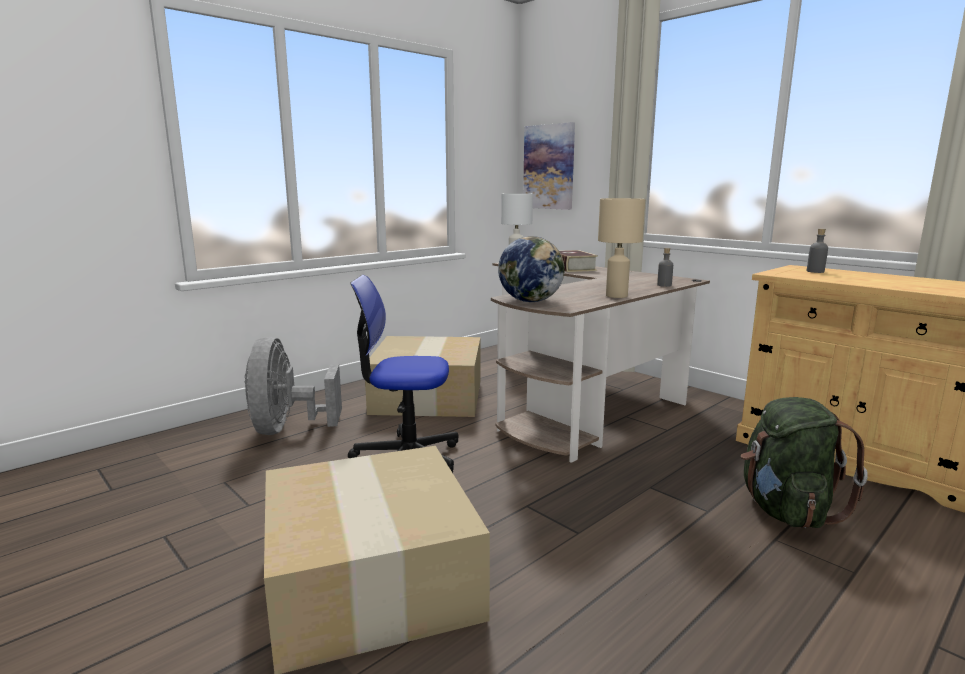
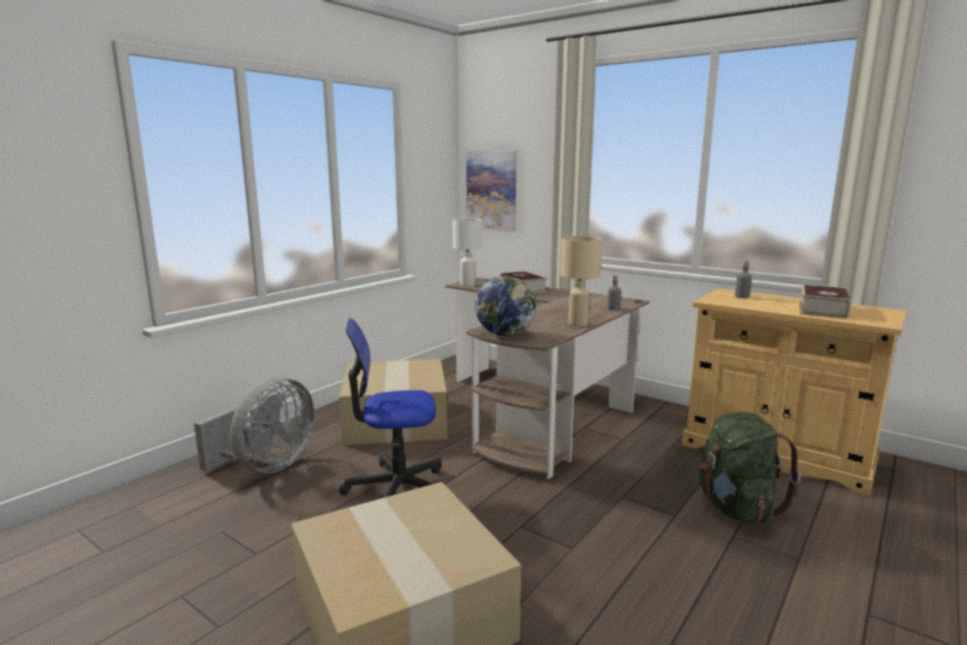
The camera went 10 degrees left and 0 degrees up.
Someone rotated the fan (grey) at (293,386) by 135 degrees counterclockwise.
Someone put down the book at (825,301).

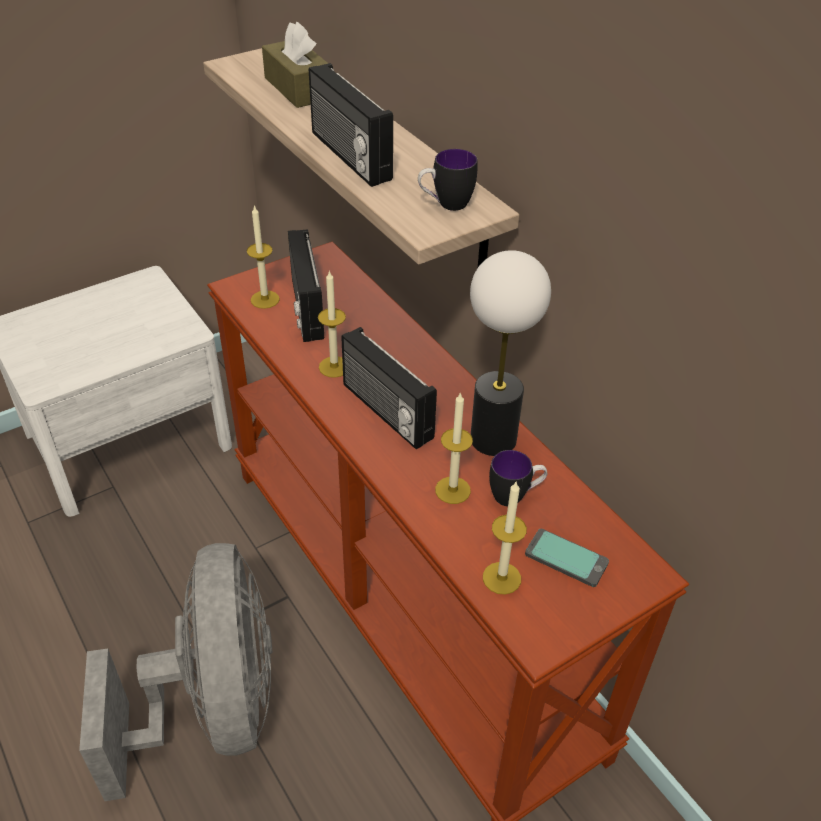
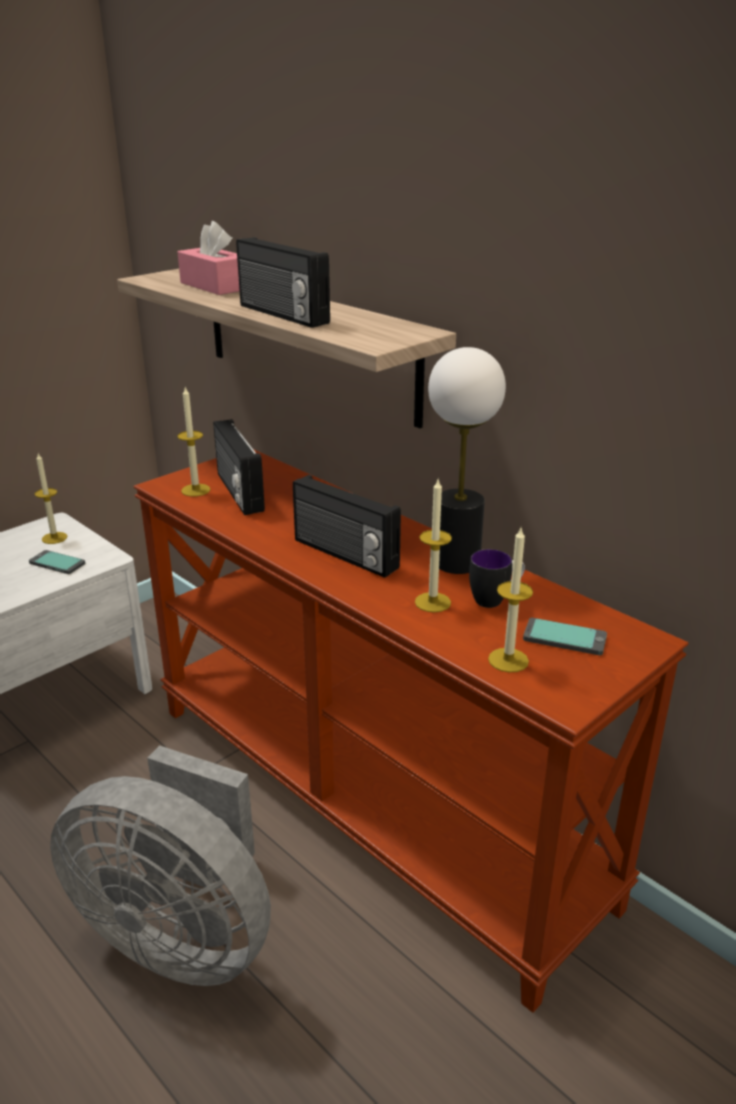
The camera went 10 degrees left and 15 degrees down.
Someone put down the phone at (57,562).
Someone carried the candle from (332,324) to (51,498).
Someone rotated the fan (grey) at (175,672) by 135 degrees clockwise.
Someone repainted the tissue box (brown) at (295,64), which became the tissue box (pink) at (209,258).
Someone took away the mug at (448,180).

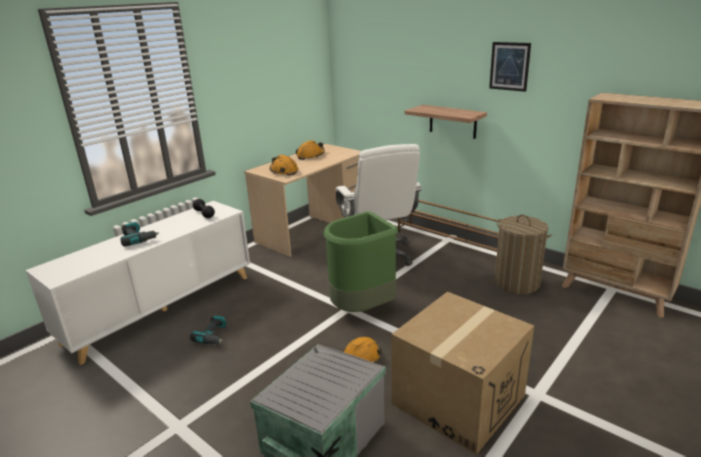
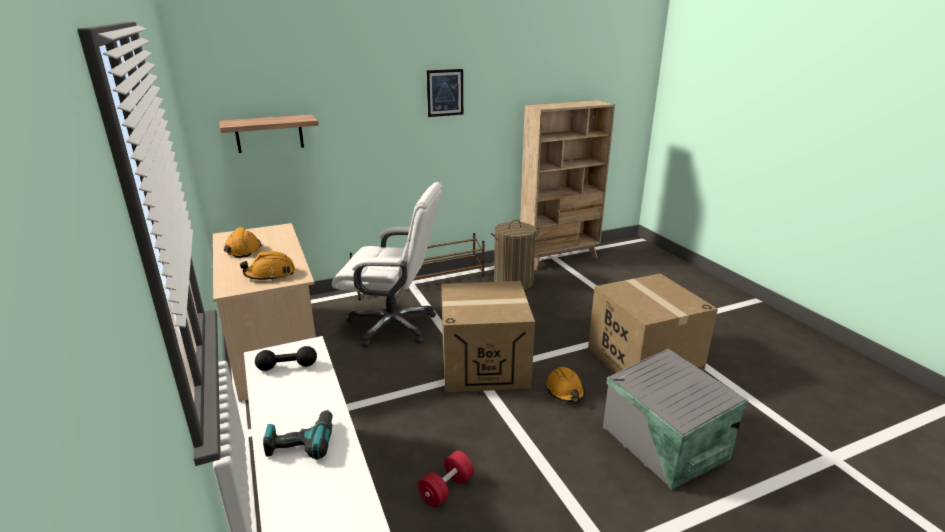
The camera went 65 degrees left and 0 degrees up.
Someone carried the shelf from (446,122) to (269,133).
Someone swapped the power drill at (208,330) for the dumbbell (red) at (446,479).
Someone swapped the trash can (green) at (360,262) for the cardboard box at (488,337).

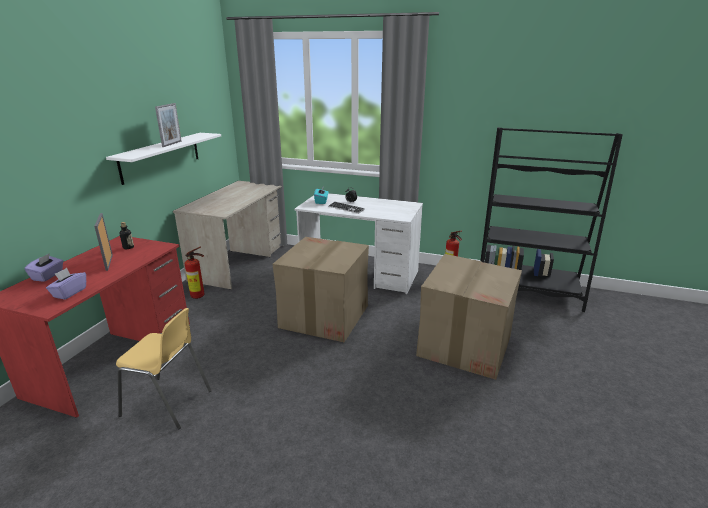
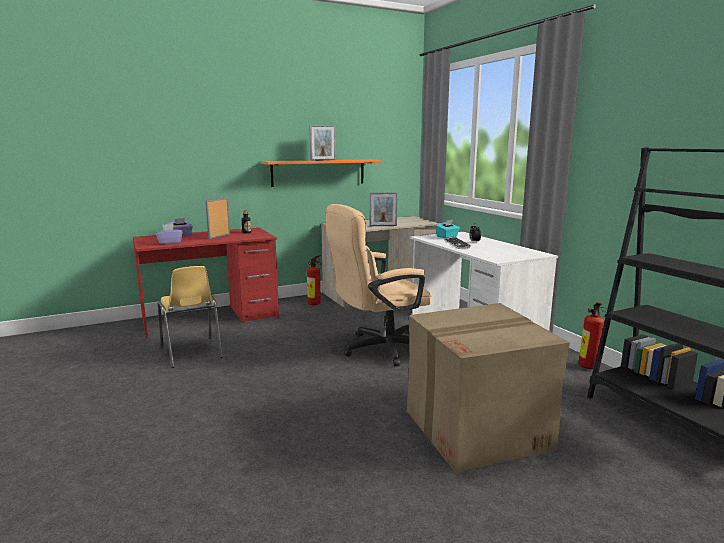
The camera went 45 degrees right and 10 degrees down.
Someone repainted the shelf (white) at (163,159), which became the shelf (orange) at (321,173).
Someone swapped the cardboard box at (320,289) for the office chair (beige) at (378,285).
Someone put down the picture frame at (384,209).

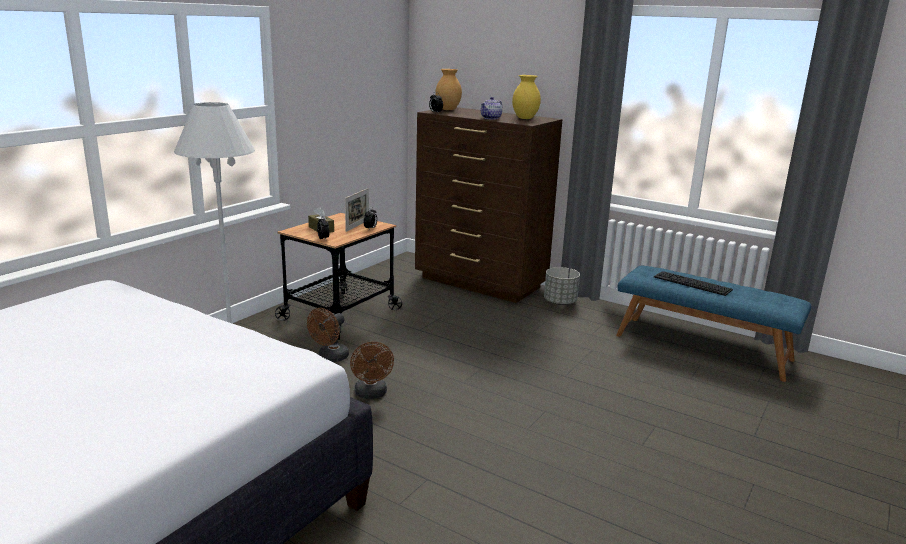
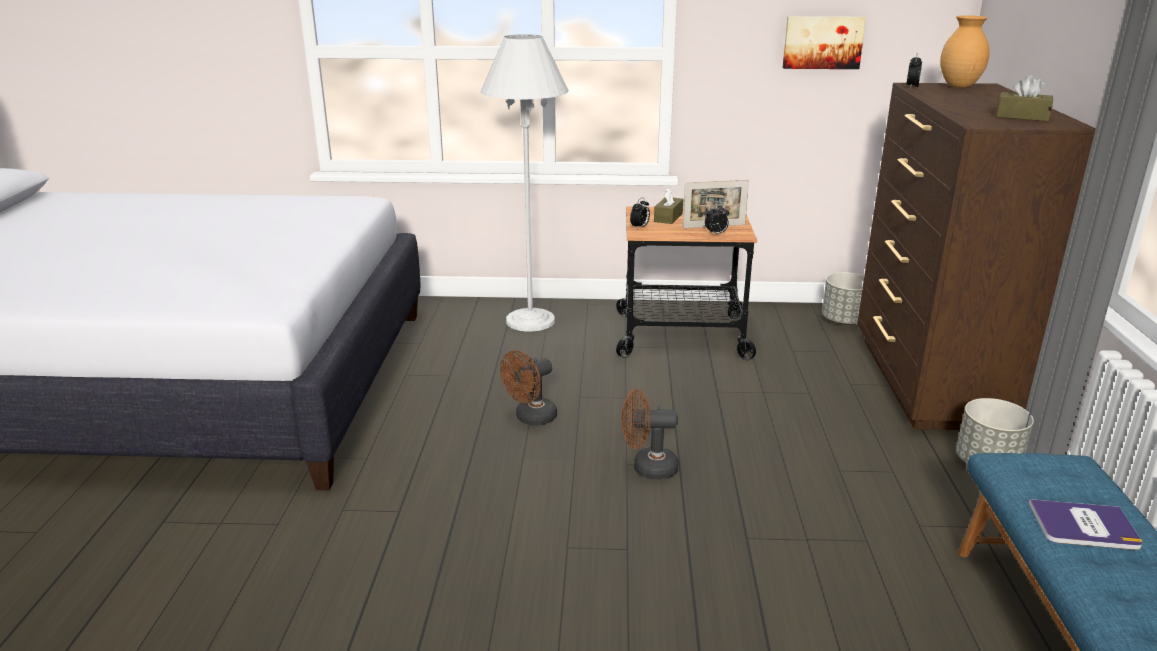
The camera went 60 degrees right and 5 degrees up.
Someone carried the fan (brown) from (328,335) to (649,434).
Someone put up the picture at (824,42).
Someone put down the planter (grey) at (843,298).
Someone swapped the vase (yellow) at (526,97) for the tissue box (brown) at (1024,98).
Someone swapped the keyboard at (693,283) for the book at (1086,524).
Someone took away the teapot at (491,108).

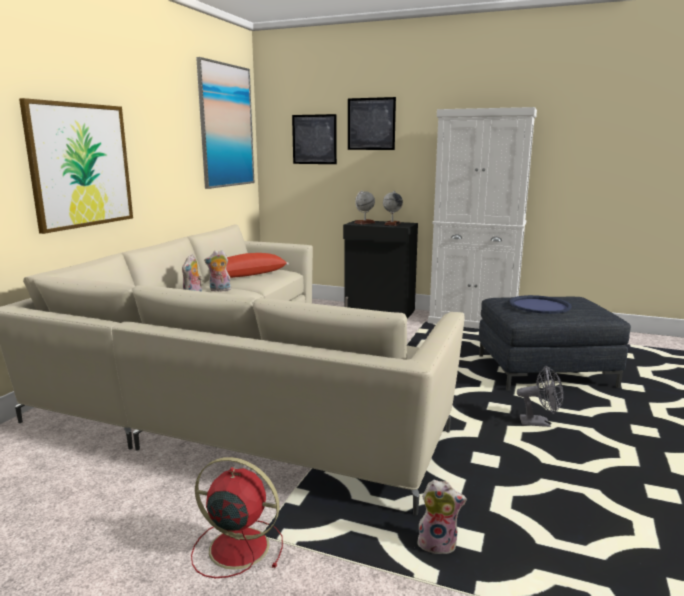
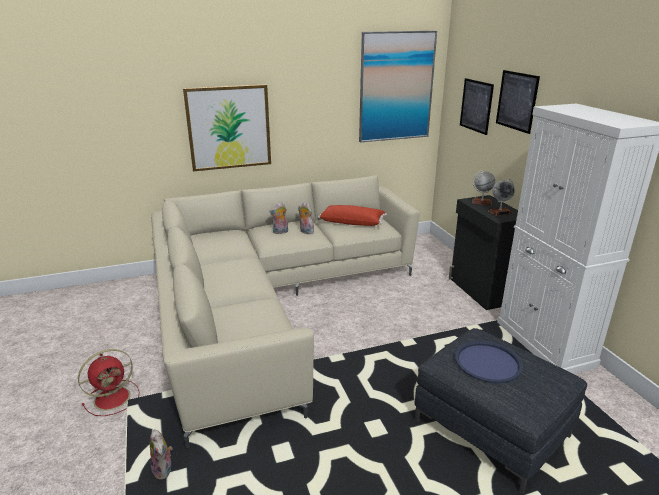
The camera went 50 degrees right and 10 degrees up.
Someone rotated the fan (red) at (237,517) by 75 degrees clockwise.
Someone took away the fan (grey) at (540,396).

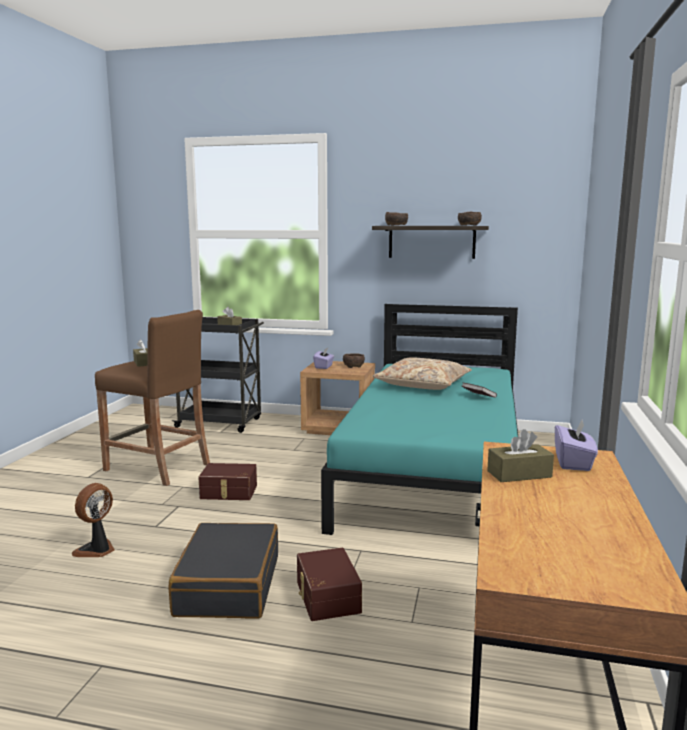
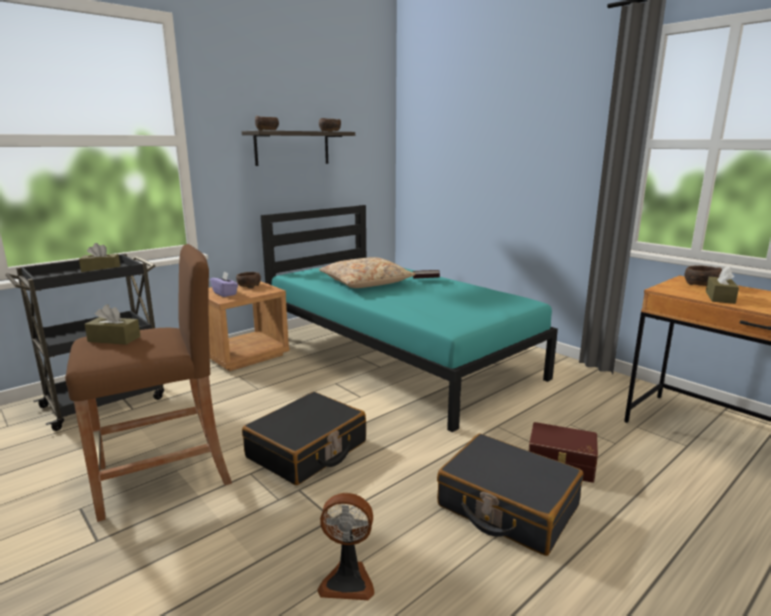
The camera went 55 degrees left and 5 degrees up.
Someone swapped the storage box (brown) at (227,481) for the suitcase (black) at (304,438).
Someone rotated the fan at (93,520) by 60 degrees counterclockwise.
Someone swapped the tissue box (purple) at (576,444) for the bowl (brown) at (703,276).

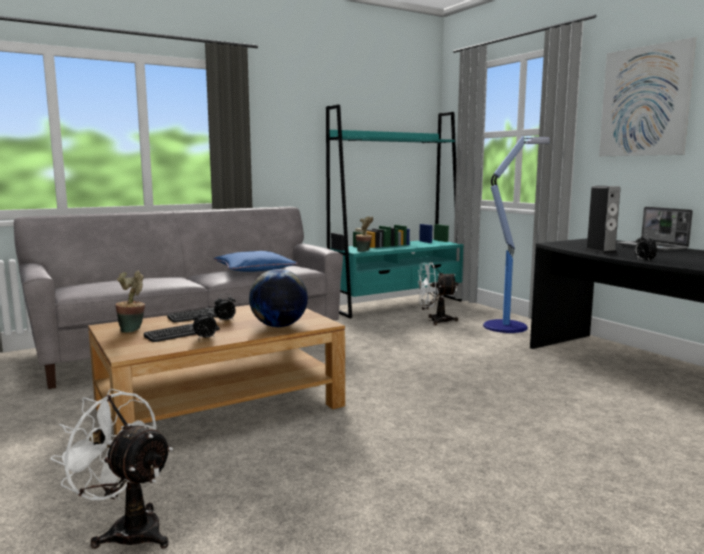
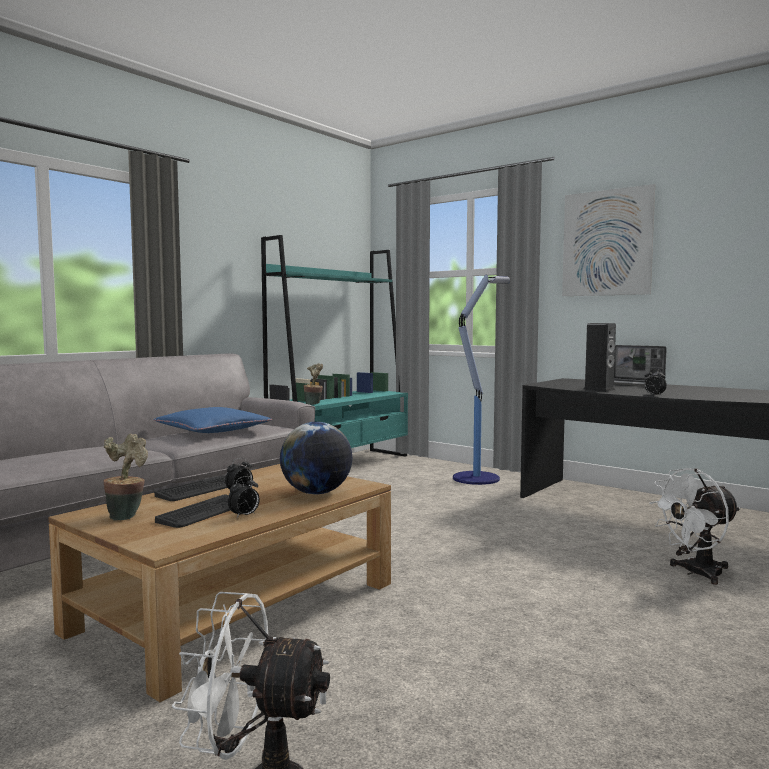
The camera went 20 degrees left and 5 degrees down.
Someone carried the fan (white) from (438,293) to (695,526).

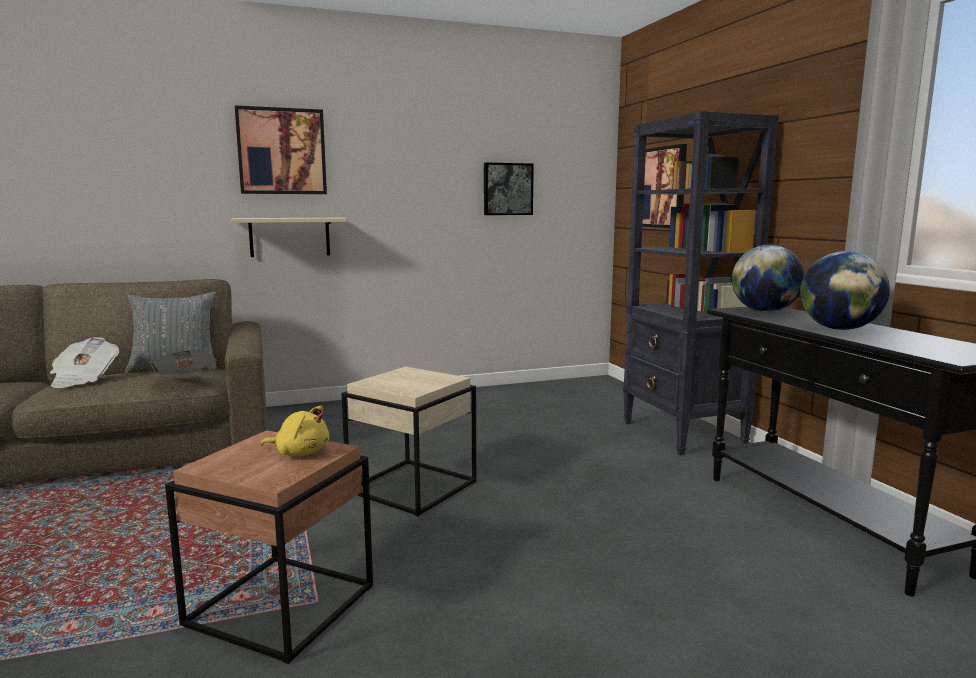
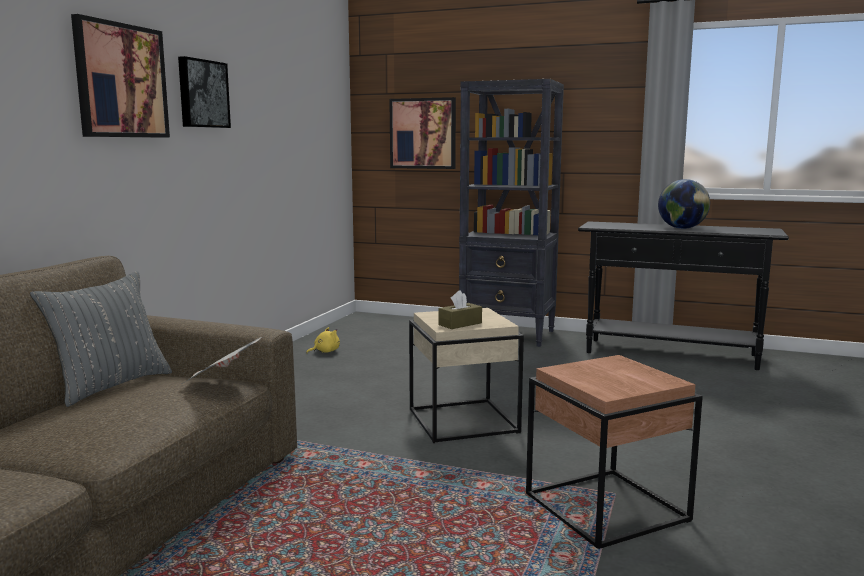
The camera went 50 degrees left and 0 degrees up.
Someone carried the picture from (509,188) to (204,92).
Someone carried the plush toy (yellow) from (295,431) to (323,340).
Someone put down the tissue box (brown) at (460,309).
Someone took away the newspaper at (84,362).
Someone took away the shelf (beige) at (289,237).
Someone took away the globe at (768,278).

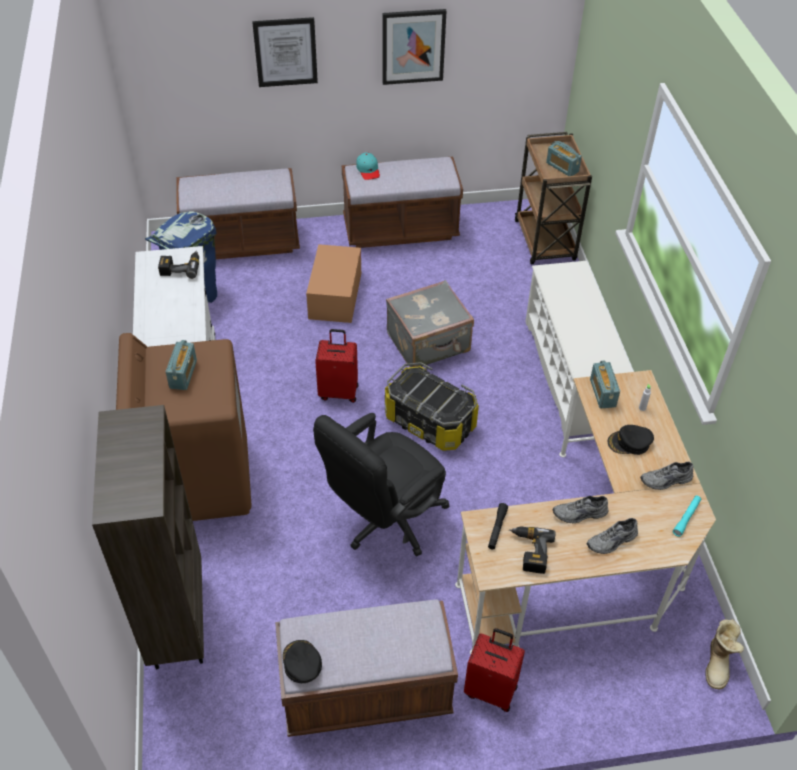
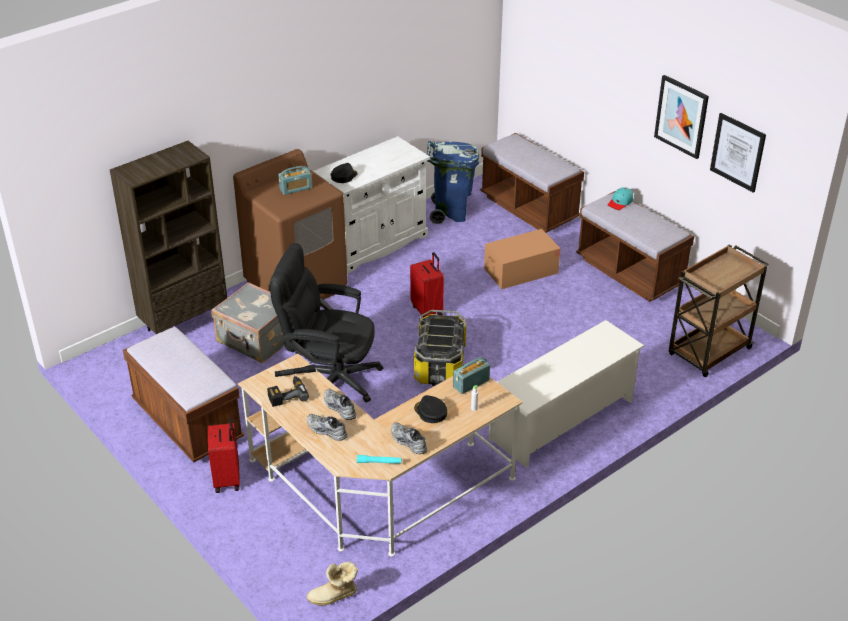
The camera went 60 degrees right and 10 degrees down.
Someone carried the suitcase (grey) from (430,323) to (248,322).
Someone carried the cap (black) from (302,661) to (344,173).
Someone carried the picture from (285,52) to (738,153).
Someone took away the power drill at (178,265).
Someone took away the radio at (564,158).

